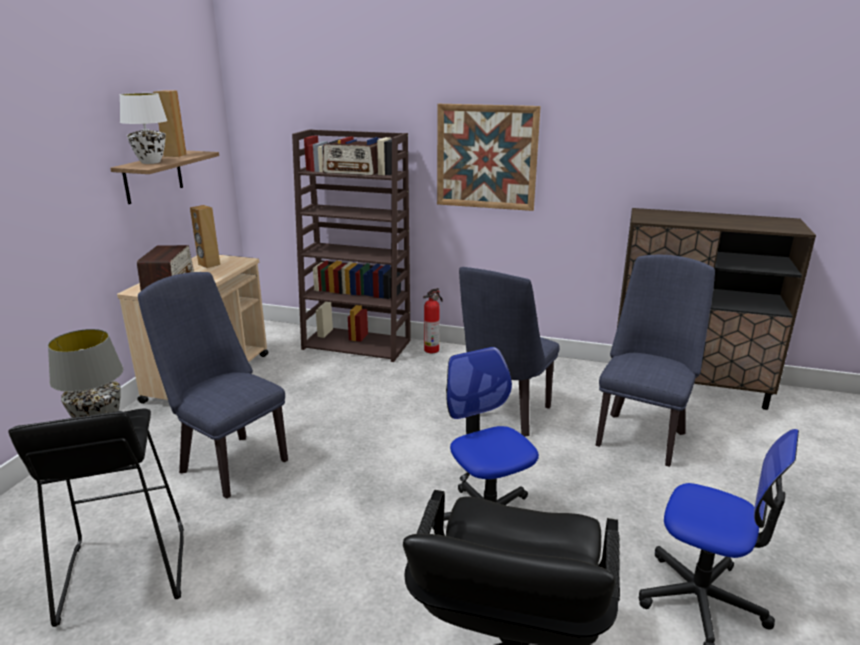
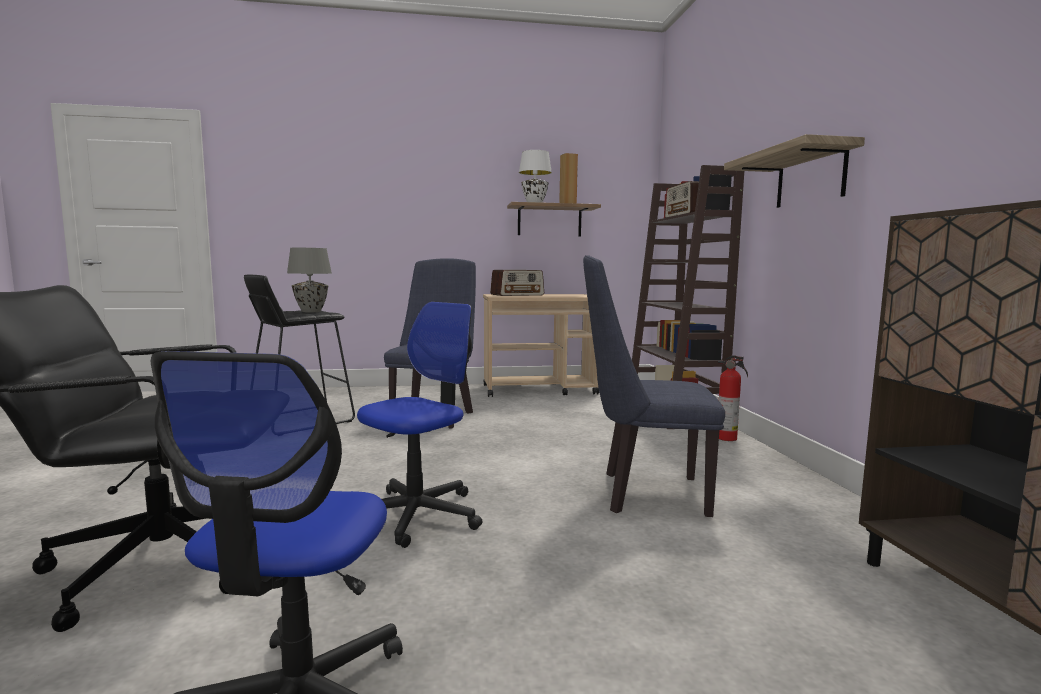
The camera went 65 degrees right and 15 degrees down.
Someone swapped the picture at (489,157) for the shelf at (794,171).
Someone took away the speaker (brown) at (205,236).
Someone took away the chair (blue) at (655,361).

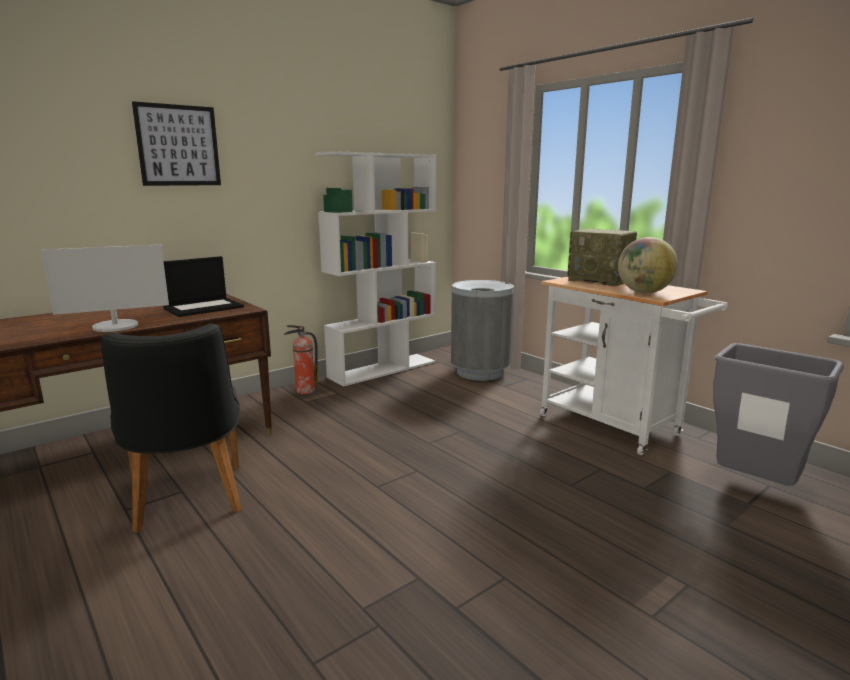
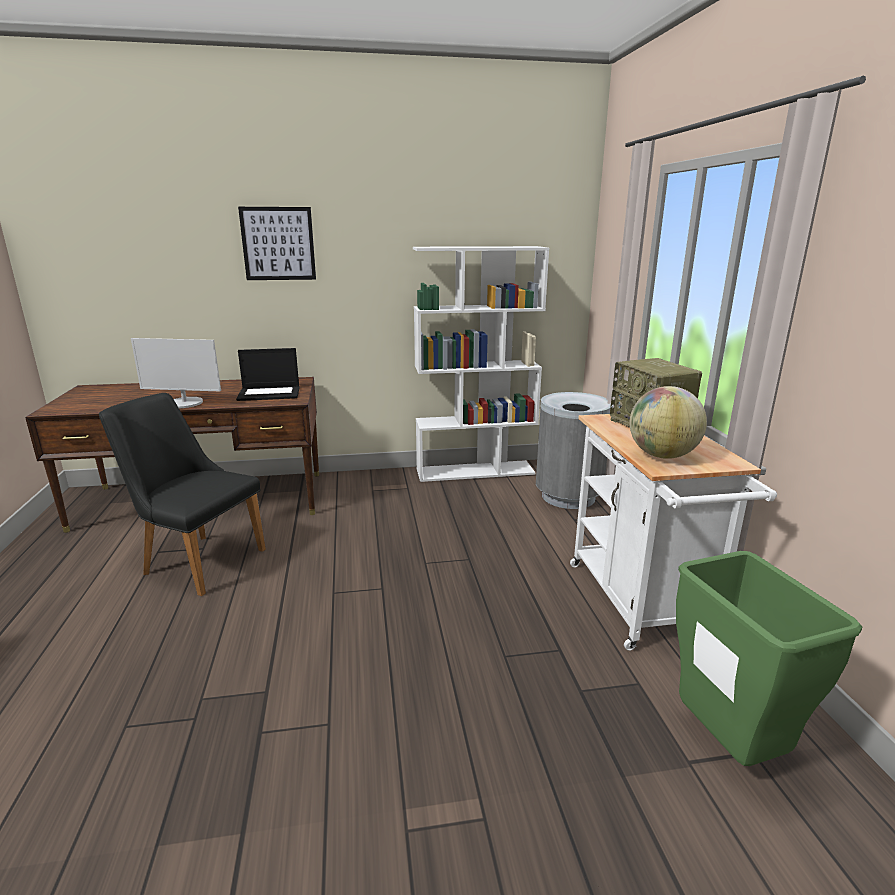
The camera went 30 degrees right and 5 degrees up.
Someone rotated the chair (black) at (171,428) by 105 degrees clockwise.
Someone repainted the trash can (grey) at (778,414), which became the trash can (green) at (769,658).
Someone took away the fire extinguisher at (301,359).

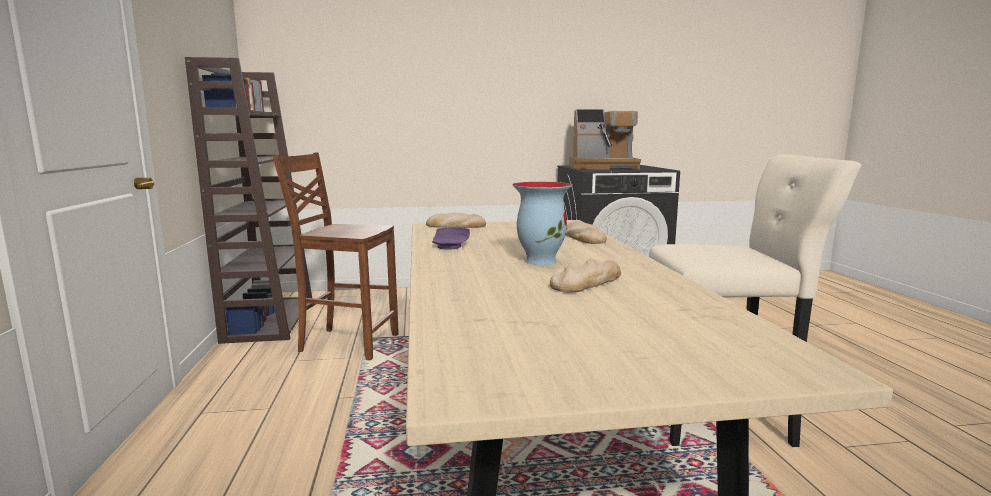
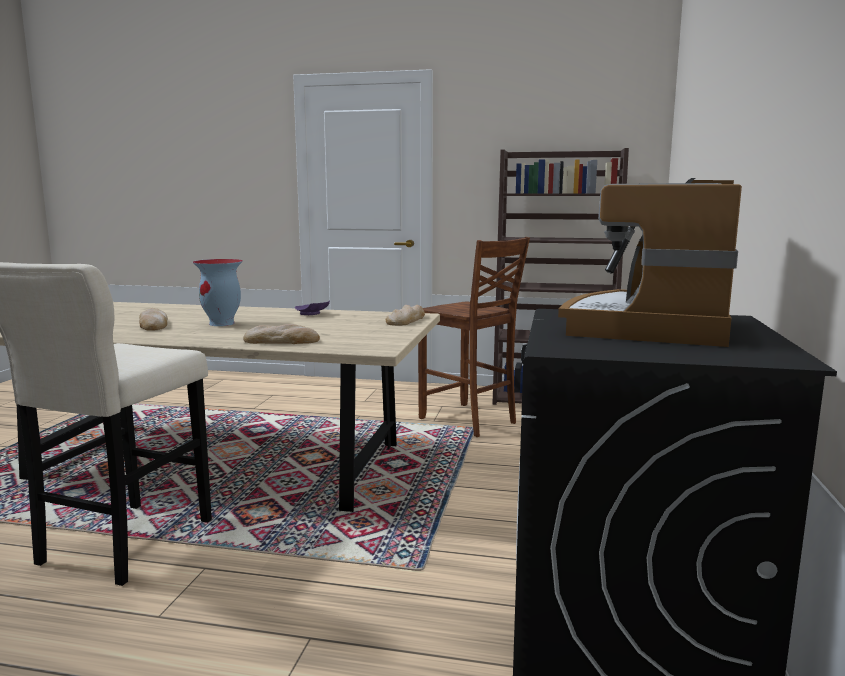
The camera went 110 degrees right and 0 degrees up.
Someone rotated the chair (brown) at (336,256) by 105 degrees clockwise.

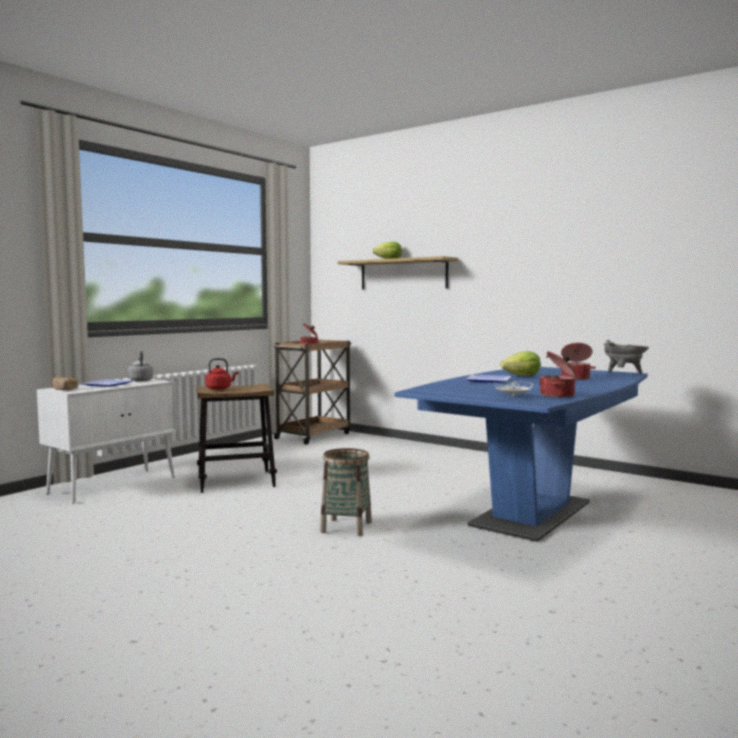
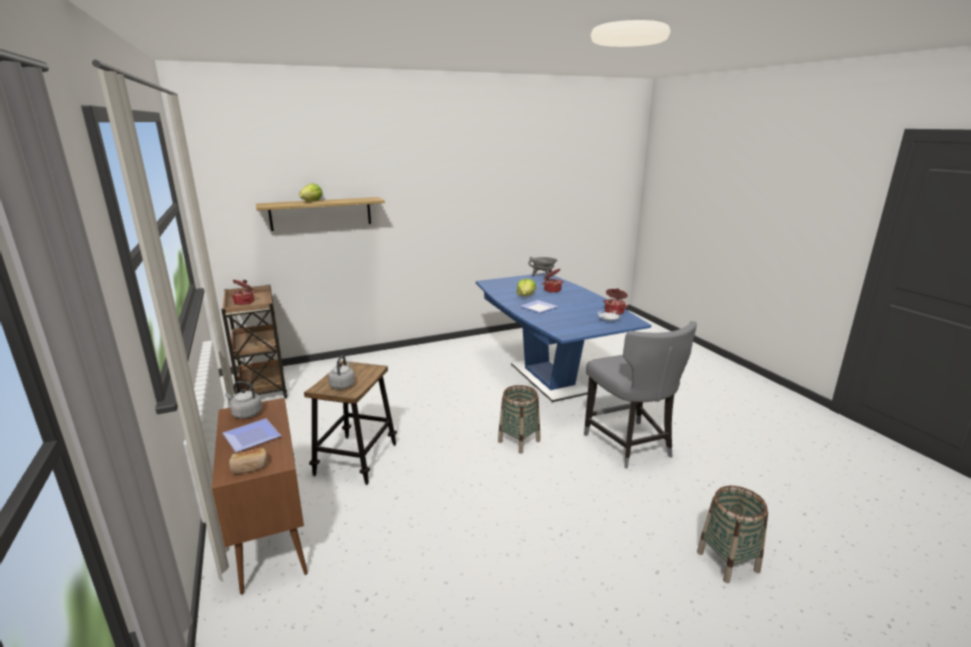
The camera went 60 degrees left and 15 degrees up.
Someone repainted the cabinet (white) at (107,441), which became the cabinet (brown) at (260,496).
Someone repainted the kettle (red) at (221,374), which became the kettle (grey) at (341,372).
Someone put down the chair (grey) at (640,395).
Someone put down the basket at (732,534).

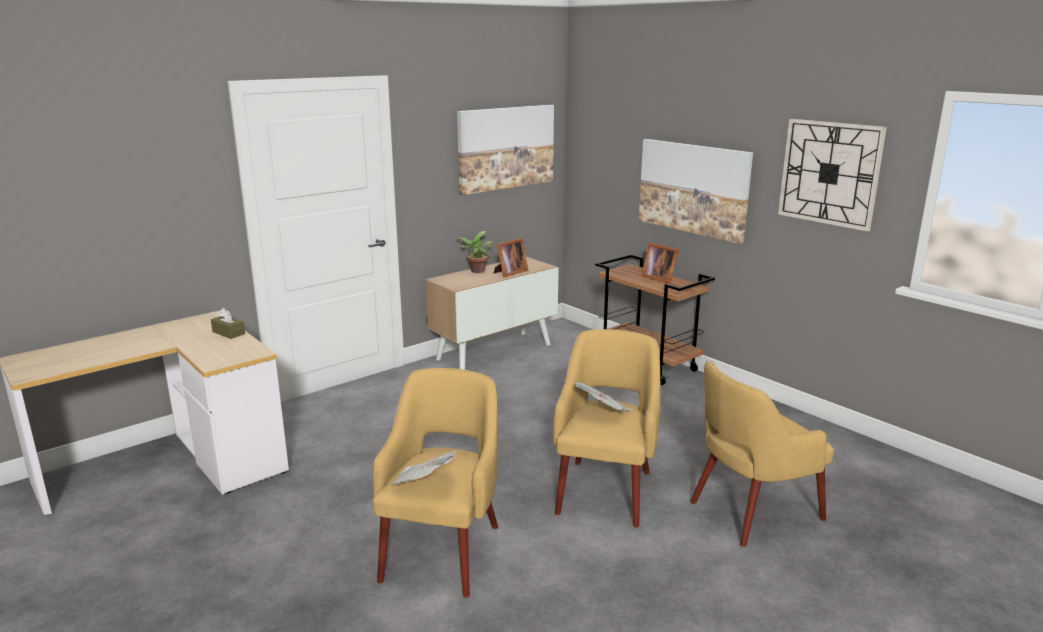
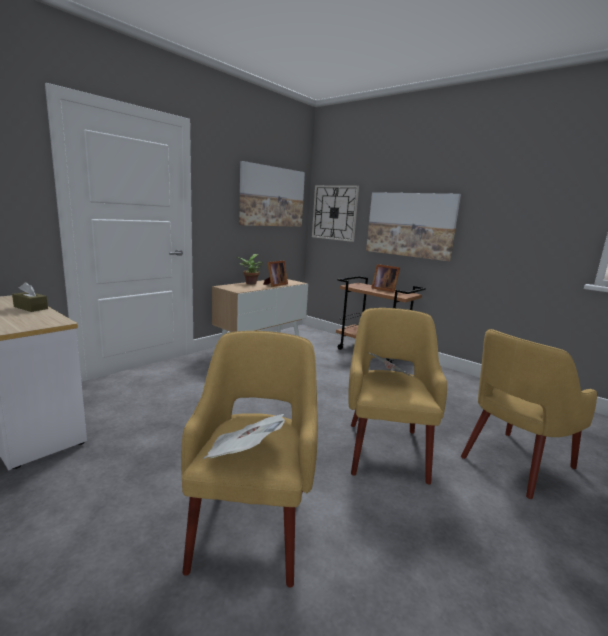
The camera went 10 degrees left and 5 degrees down.
Someone carried the wall clock from (832,175) to (335,213).

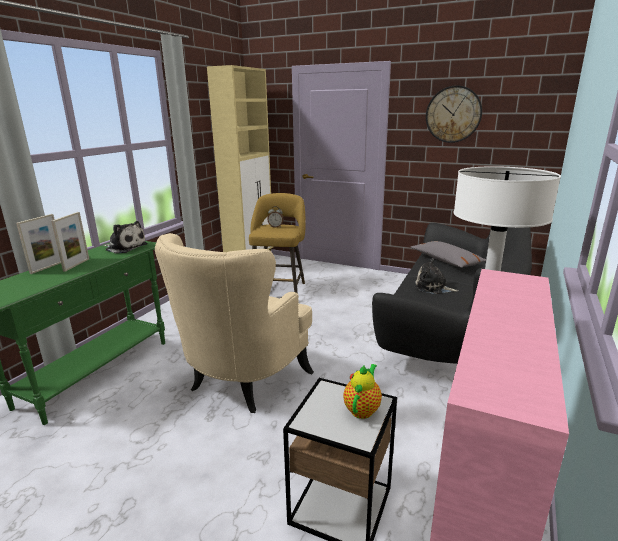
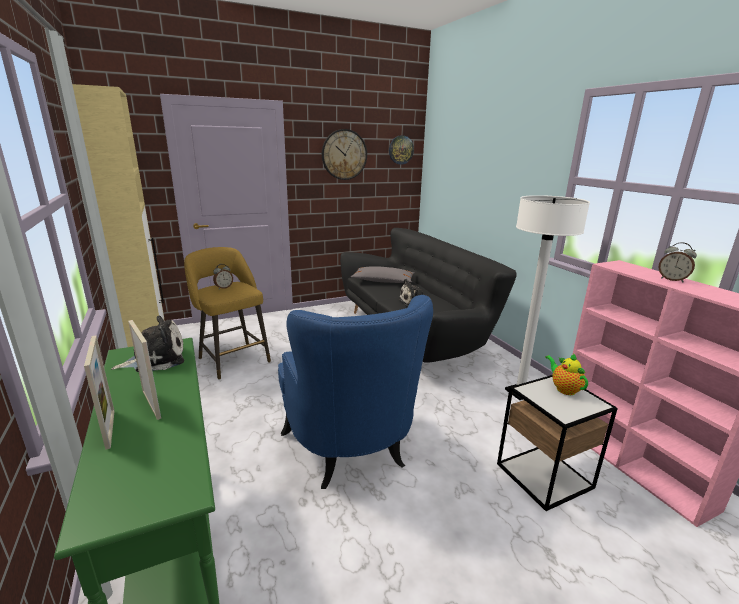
The camera went 50 degrees left and 0 degrees up.
Someone repainted the armchair (beige) at (234,323), which became the armchair (blue) at (355,392).
Someone put up the wall clock at (401,149).
Someone put down the alarm clock at (678,262).

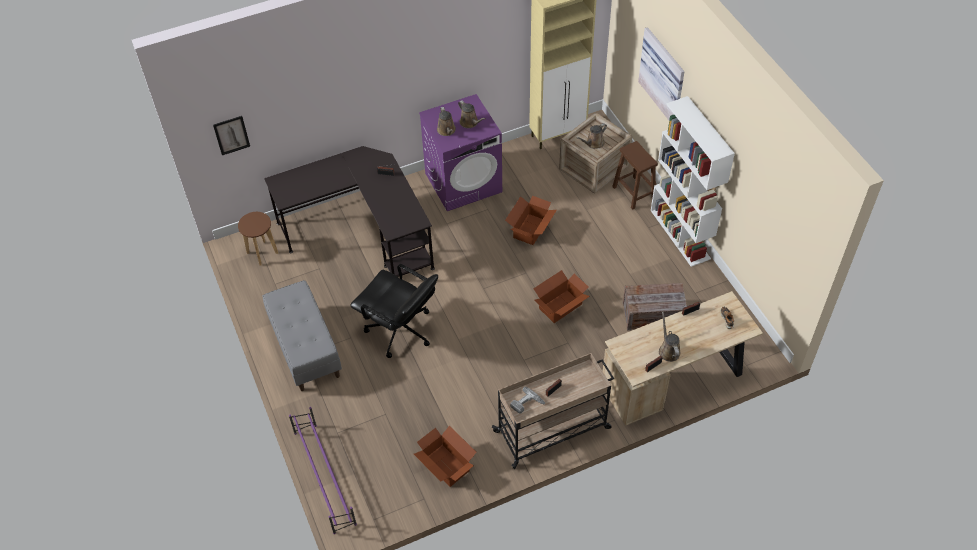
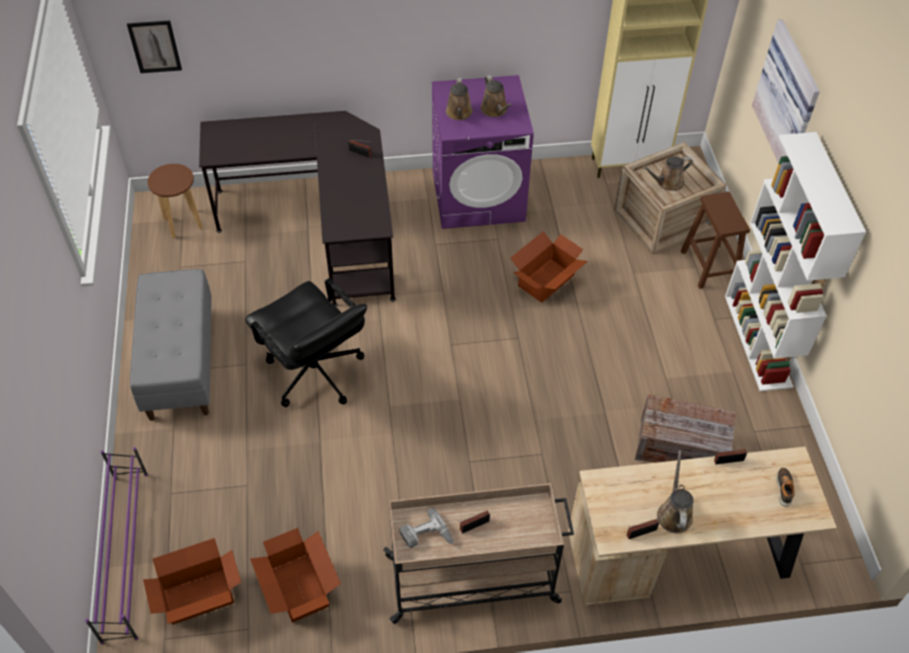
The camera went 15 degrees right and 0 degrees up.
Someone carried the cardboard box from (561,296) to (192,581).

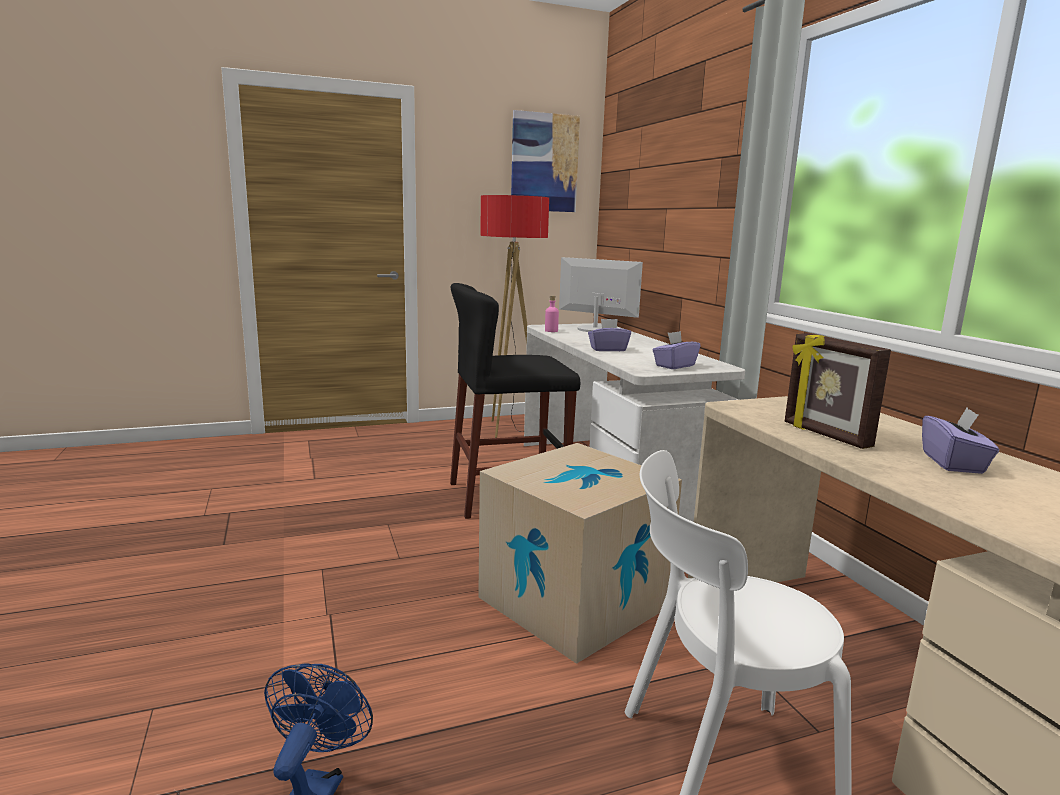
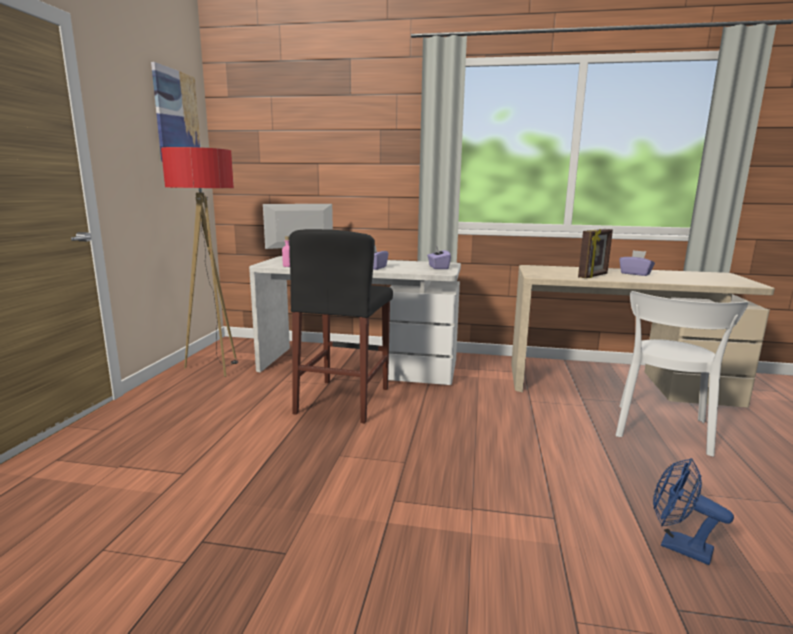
The camera went 60 degrees left and 0 degrees up.
Someone rotated the picture frame at (838,391) by 45 degrees counterclockwise.
Someone took away the cardboard box at (580,553).

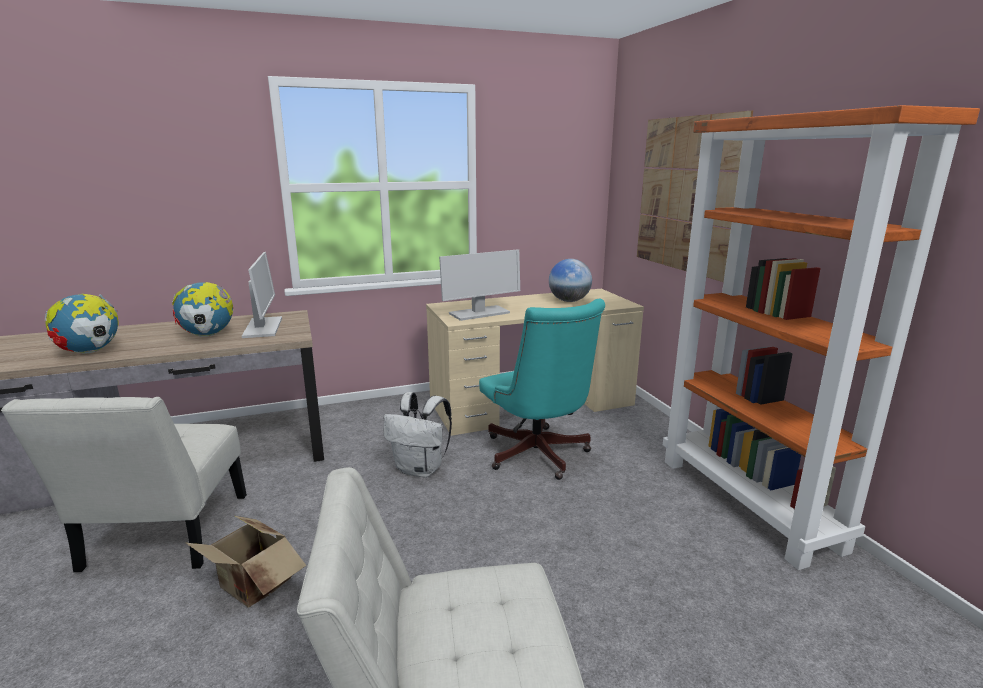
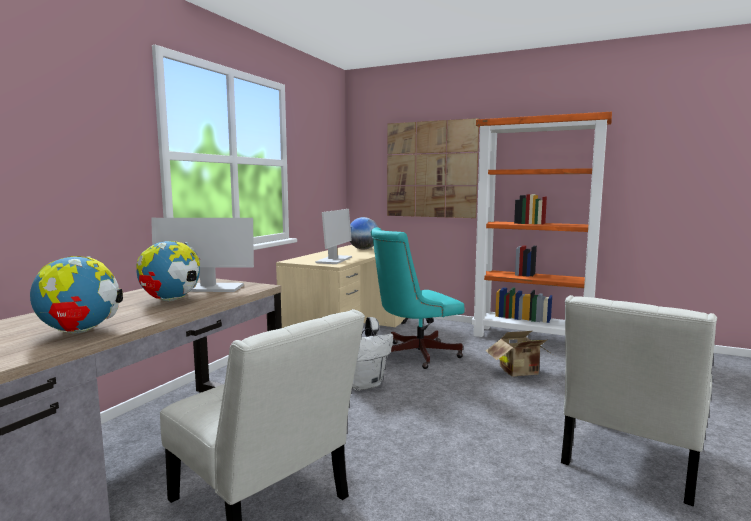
The camera went 45 degrees left and 10 degrees down.
Someone rotated the monitor at (262,295) by 150 degrees clockwise.
Someone rotated the office chair (turquoise) at (542,389) by 135 degrees clockwise.
Someone carried the cardboard box from (246,562) to (520,354).

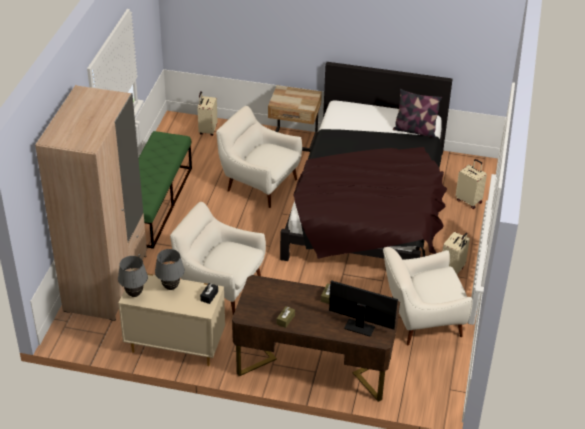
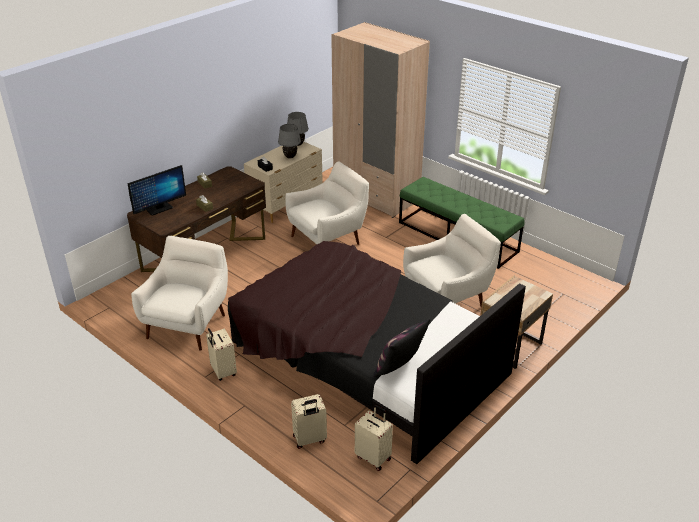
The camera went 120 degrees right and 5 degrees down.
Someone carried the suitcase (beige) from (207,113) to (374,438).

